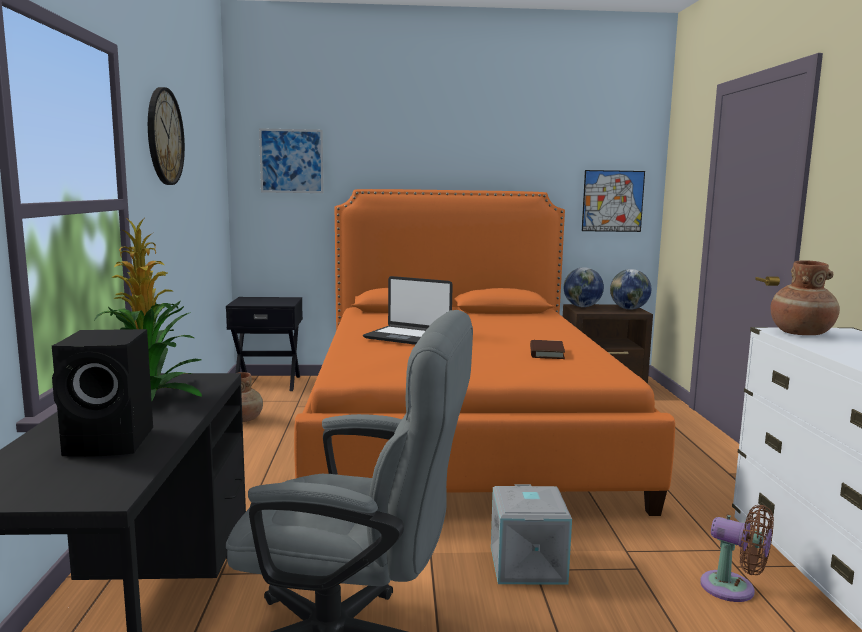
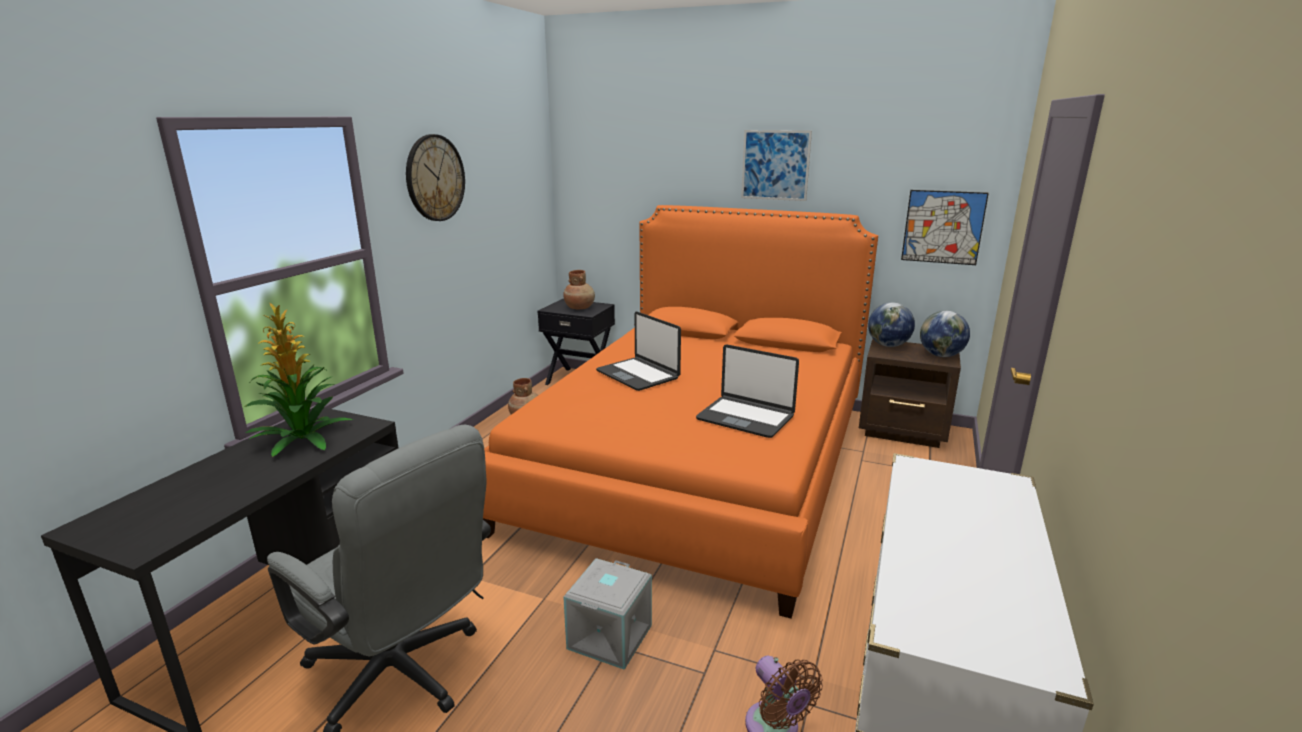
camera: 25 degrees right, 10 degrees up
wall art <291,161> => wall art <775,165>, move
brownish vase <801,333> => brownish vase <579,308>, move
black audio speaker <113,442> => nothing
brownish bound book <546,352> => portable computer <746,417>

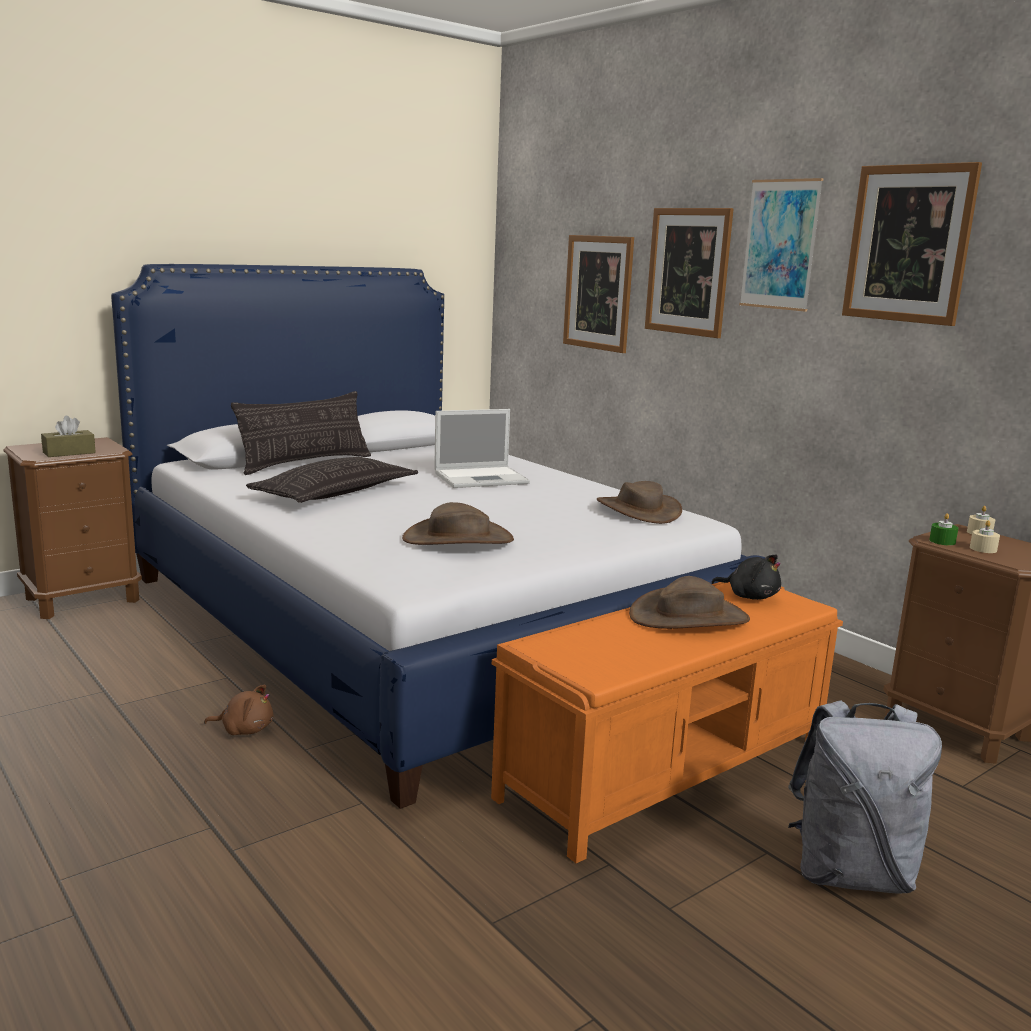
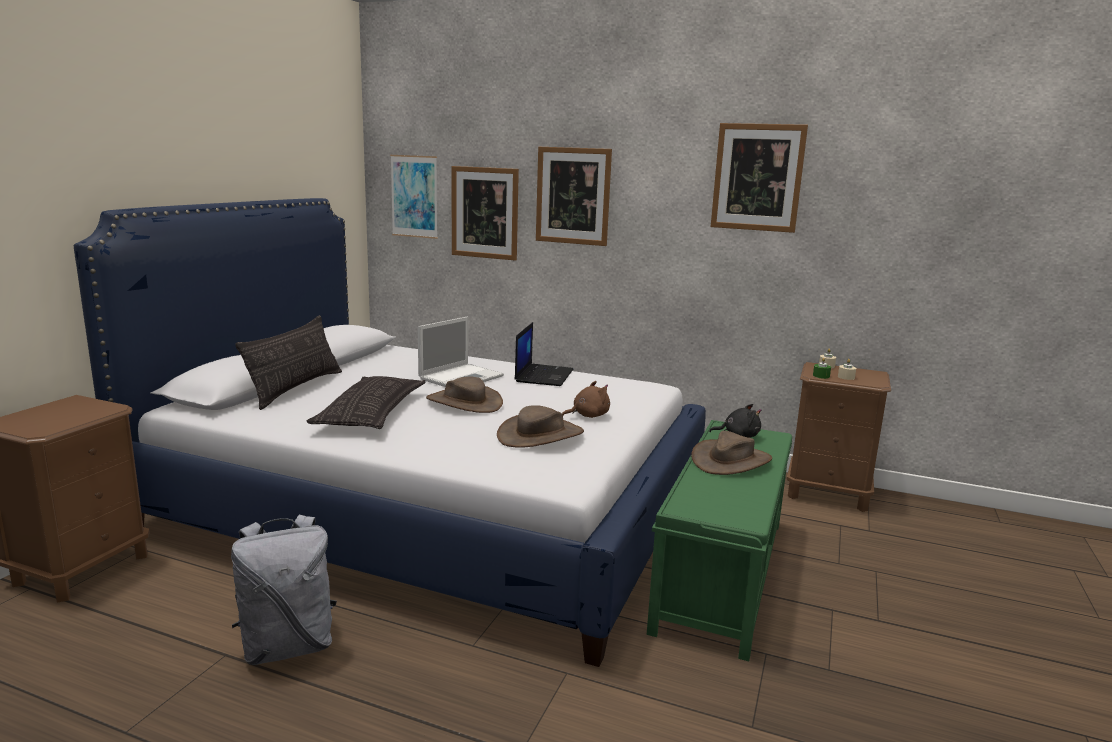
camera: 30 degrees left, 0 degrees up
wall art <780,244> => wall art <414,196>, move
brownish tissue box <69,453> => nothing
brownish wearable hat <638,510> => brownish wearable hat <464,402>, move
orange long seat <668,768> => green-coloured long seat <721,572>
brownish cuddly toy <244,729> => brownish cuddly toy <588,415>, move
grey rucksack <850,873> => grey rucksack <288,646>, move
nothing => portable computer <543,375>

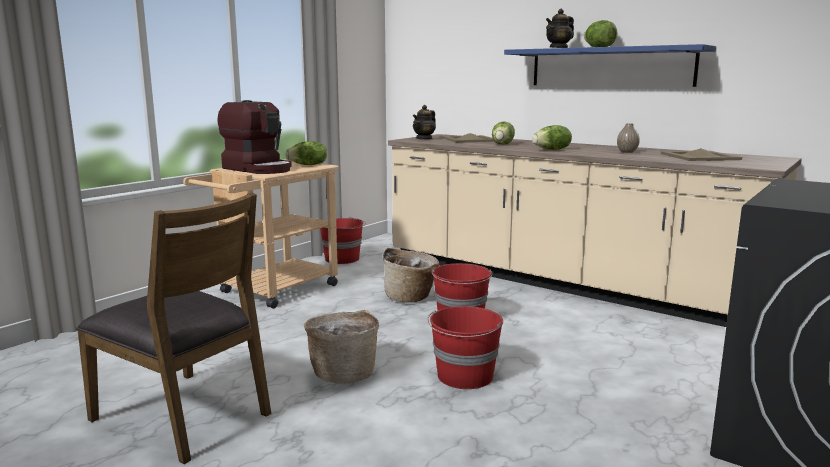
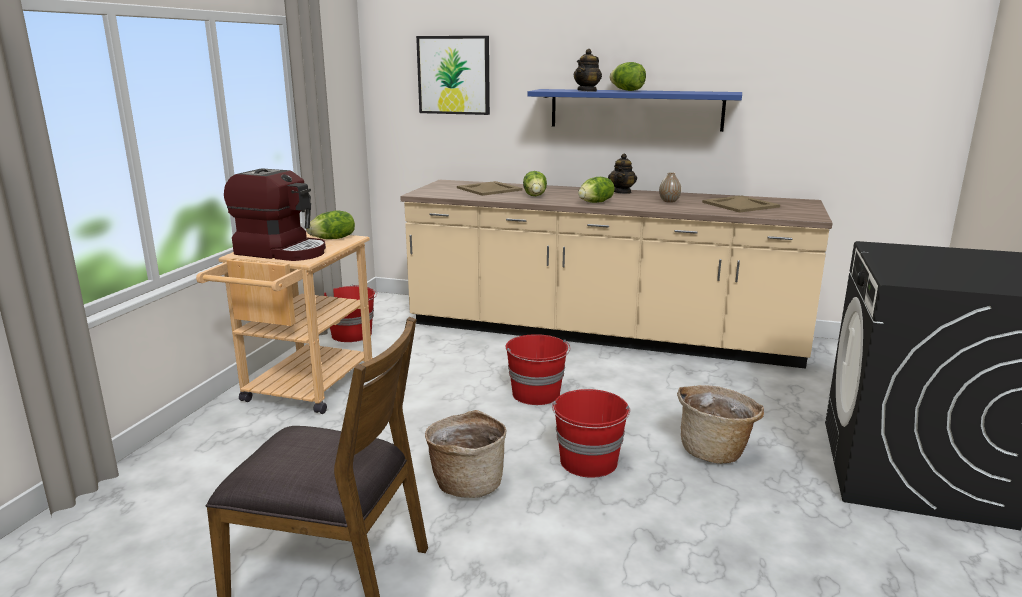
camera: 20 degrees left, 5 degrees up
tea pot <424,139> => tea pot <622,192>, move
household basket <411,297> => household basket <715,450>, move
nothing => wall art <454,75>

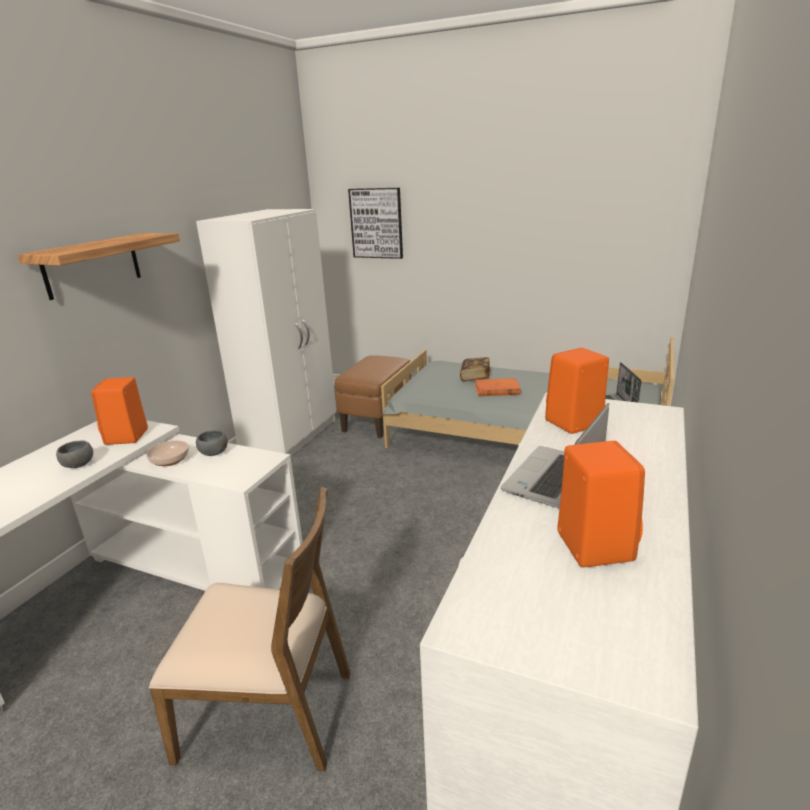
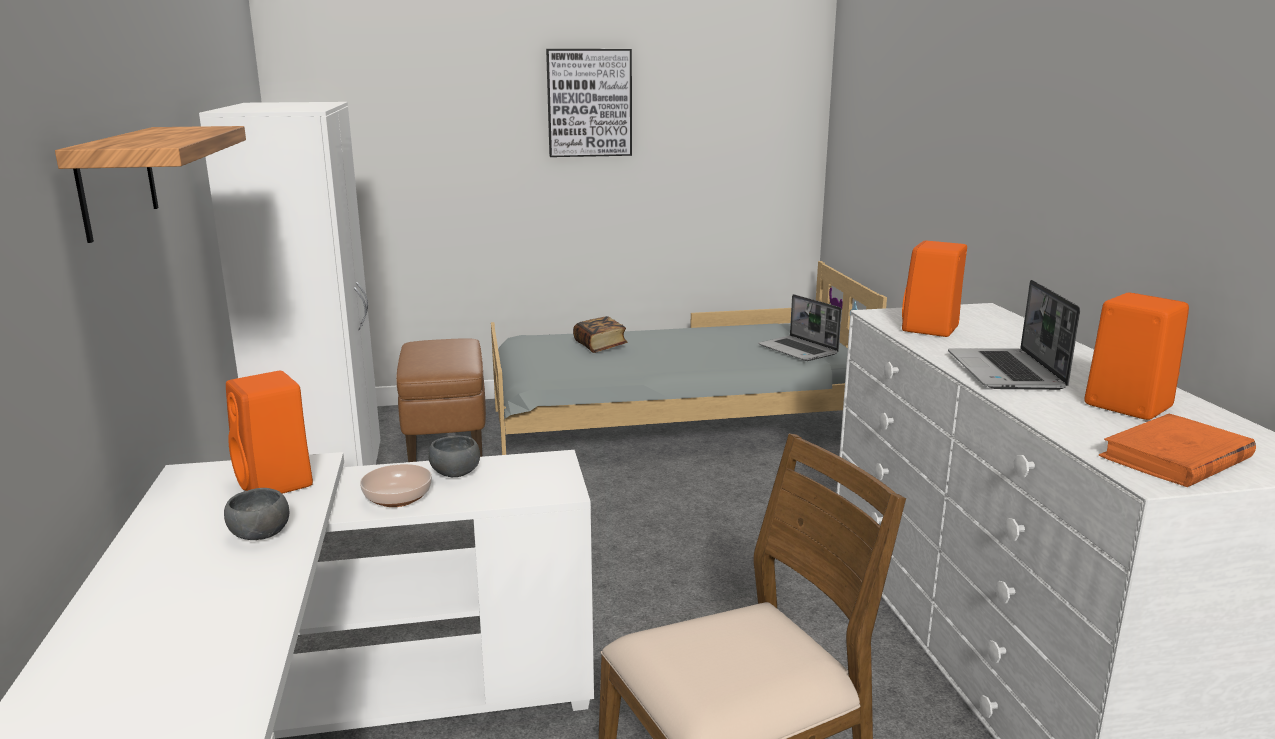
camera: 35 degrees left, 5 degrees down
wall art <376,223> => wall art <589,103>, move
orange bound book <497,390> => orange bound book <1175,458>, move

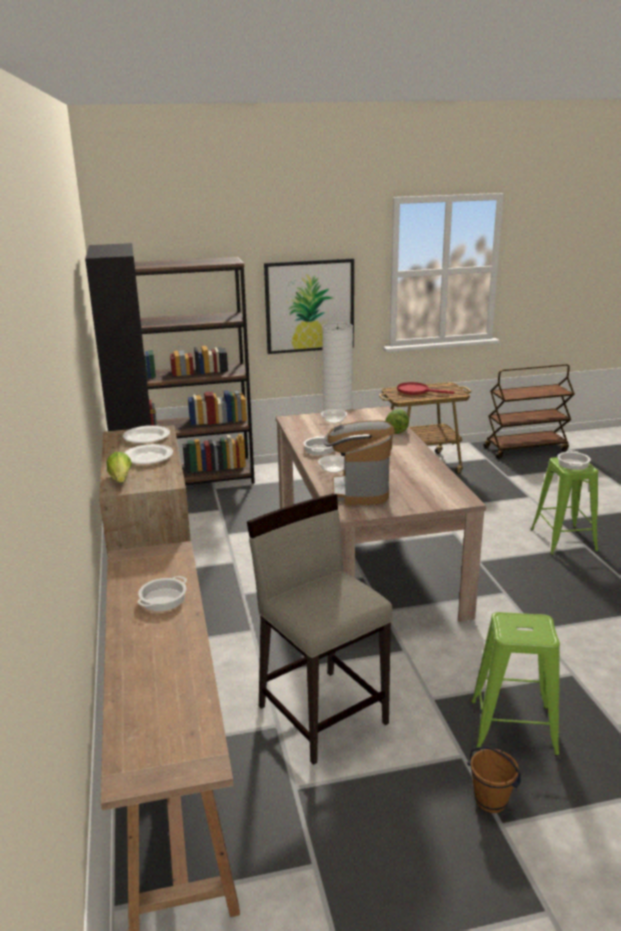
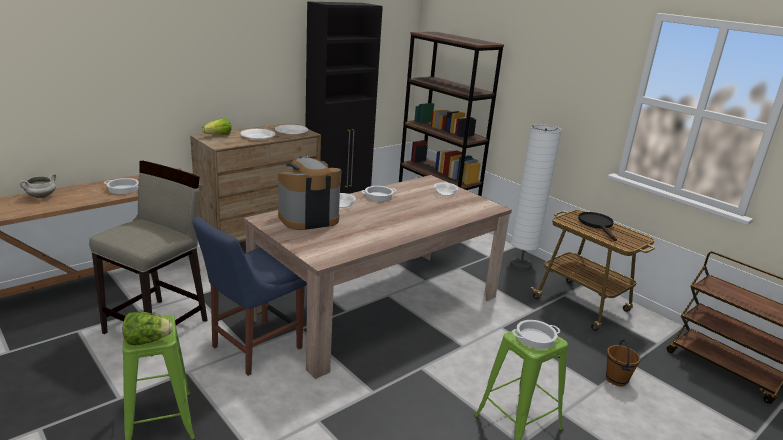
camera: 60 degrees right, 0 degrees up
wall art <309,306> => nothing
red frying pan <417,391> => black frying pan <597,225>
lettuce head <397,430> => lettuce head <147,341>, move
brownish pail <490,801> => brownish pail <616,379>, move
nothing => white-coloured cooking pot <41,197>
nothing => bluish upright chair <253,348>

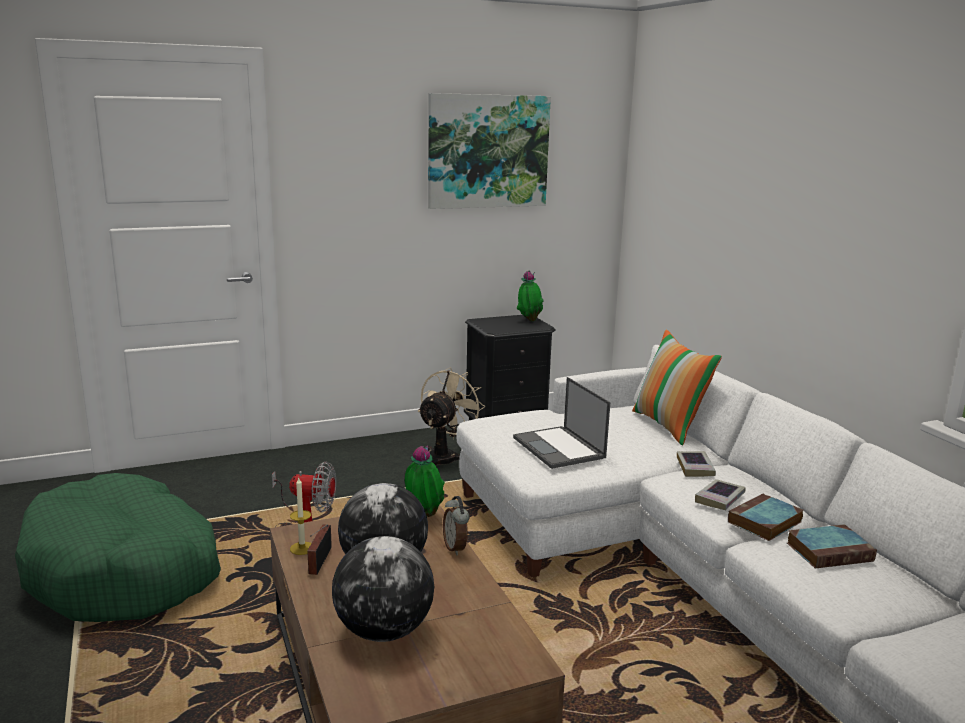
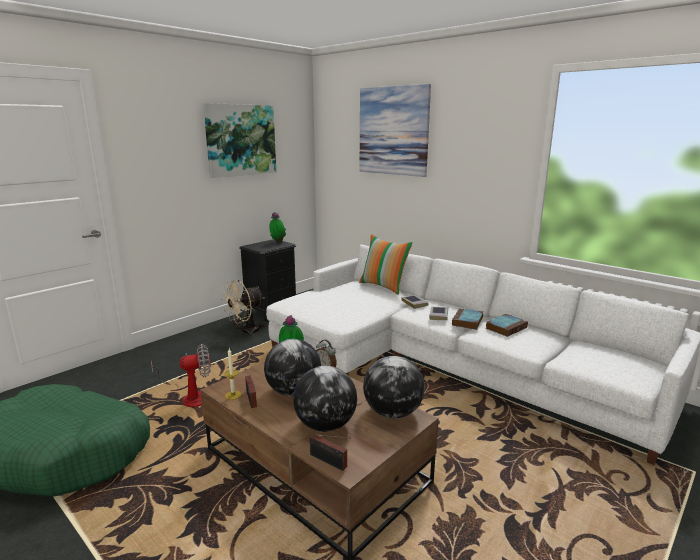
camera: 25 degrees left, 0 degrees up
beige electric fan <445,457> => beige electric fan <246,332>, 135 degrees counterclockwise
portable computer <559,448> => nothing
nothing => wall art <393,131>
nothing => globe <393,413>
nothing => radio <330,462>

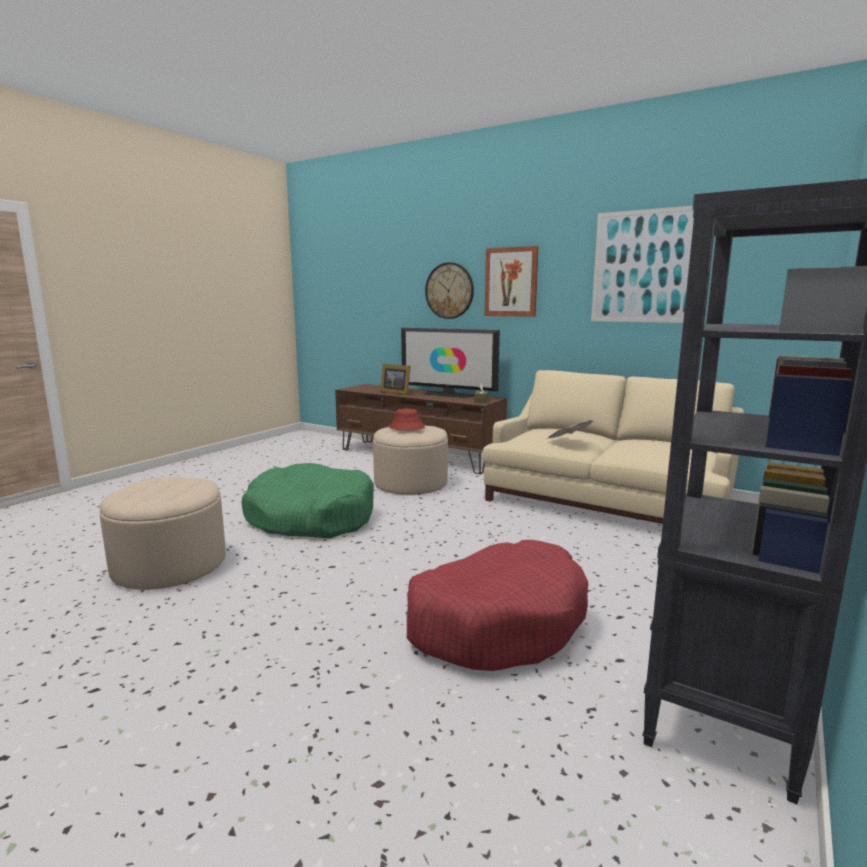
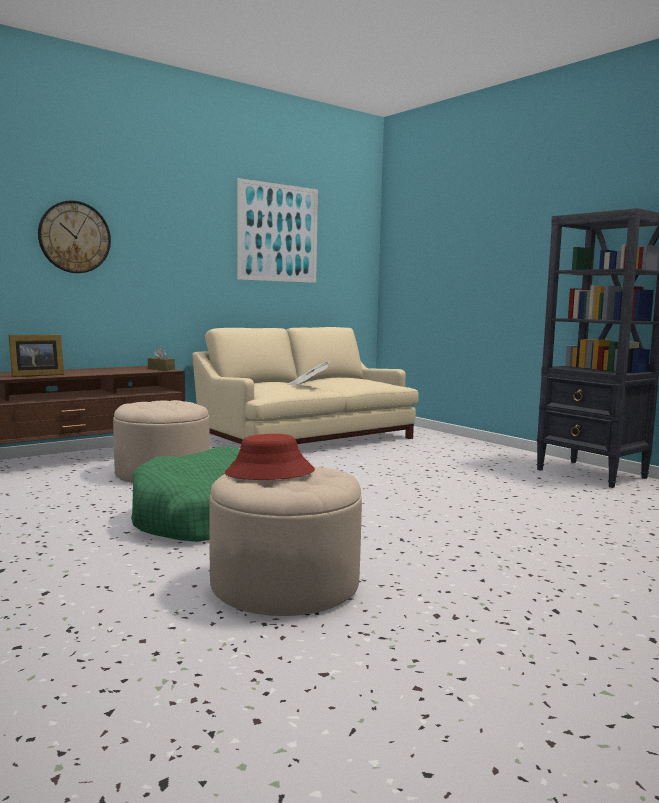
camera: 70 degrees left, 5 degrees down
wall art <511,282> => nothing
TV set <448,394> => nothing
red wearable hat <406,427> => red wearable hat <269,473>, move
red dog bed <497,622> => nothing

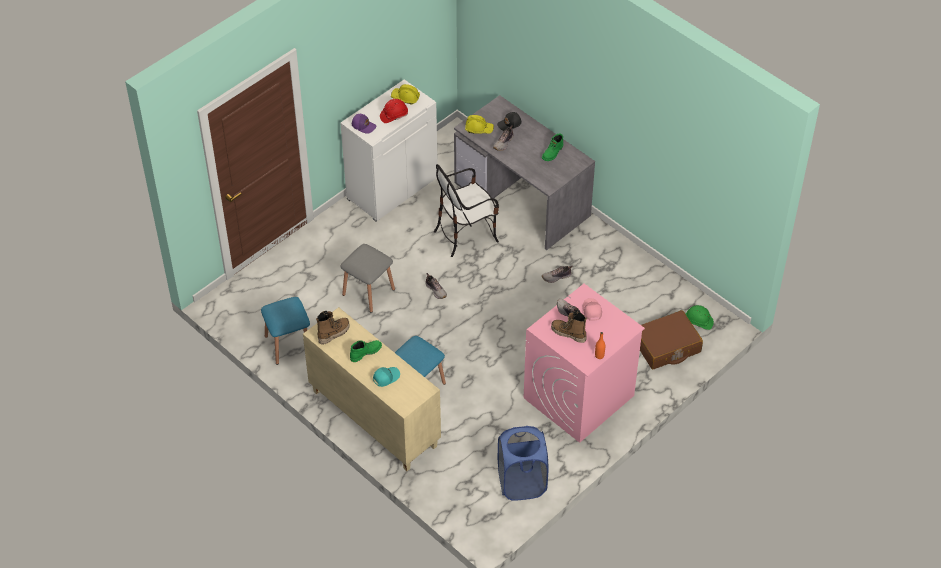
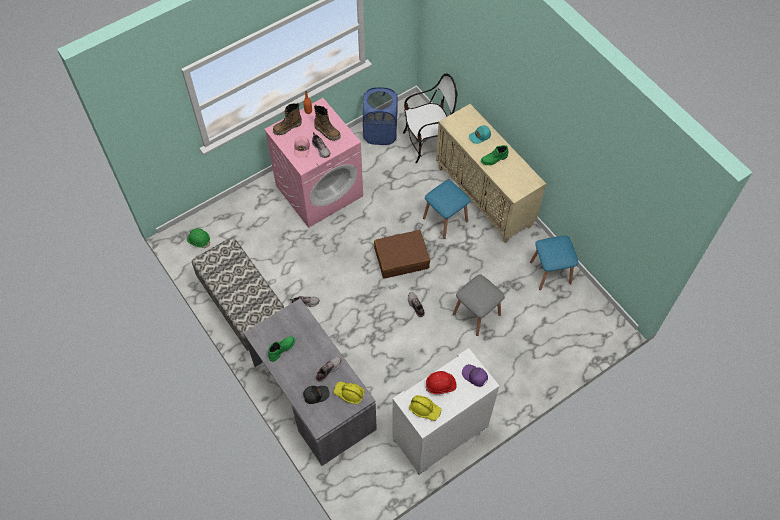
camera: 170 degrees left, 10 degrees up
upright chair <466,234> => upright chair <428,143>, move
brownish travel case <666,346> => brownish travel case <401,258>, move
boot <333,333> => boot <287,128>, move
nothing => long seat <244,307>

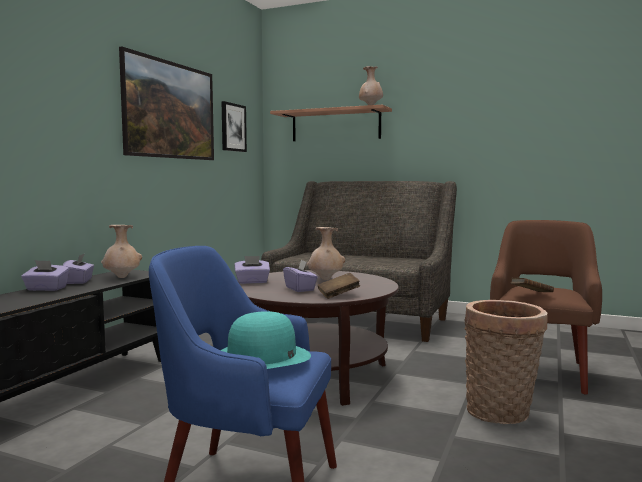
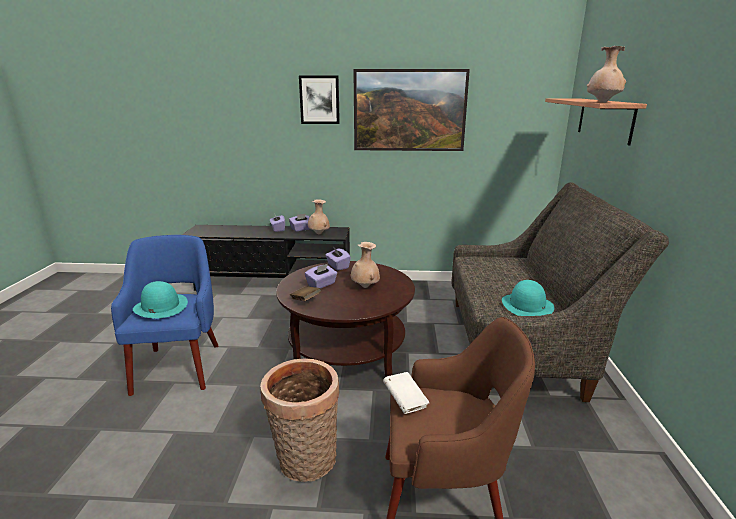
camera: 70 degrees right, 15 degrees up
wall art <233,127> => wall art <319,100>, move
brownish bound book <531,294> => white-coloured bound book <405,401>
nothing => blue-green wearable hat <527,305>

